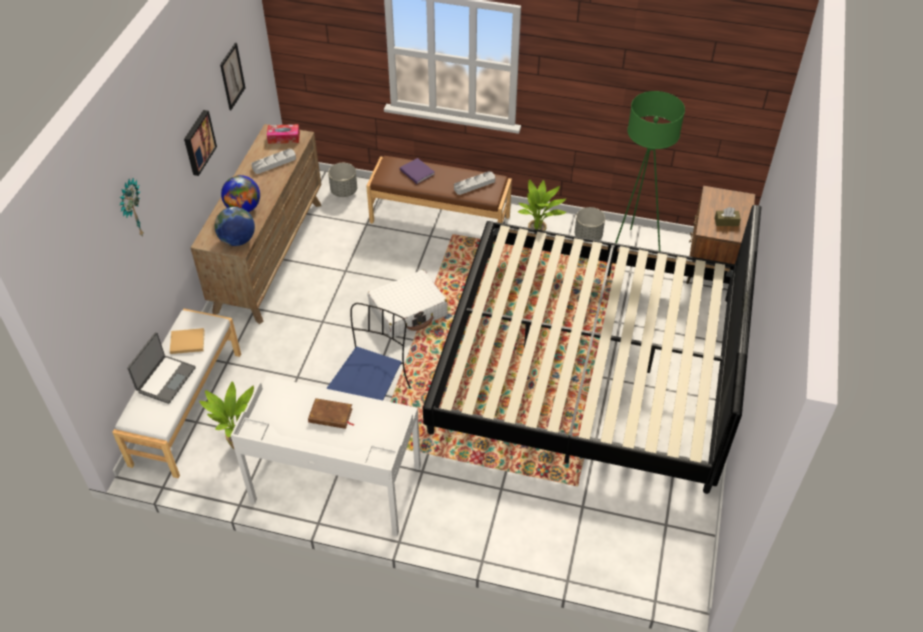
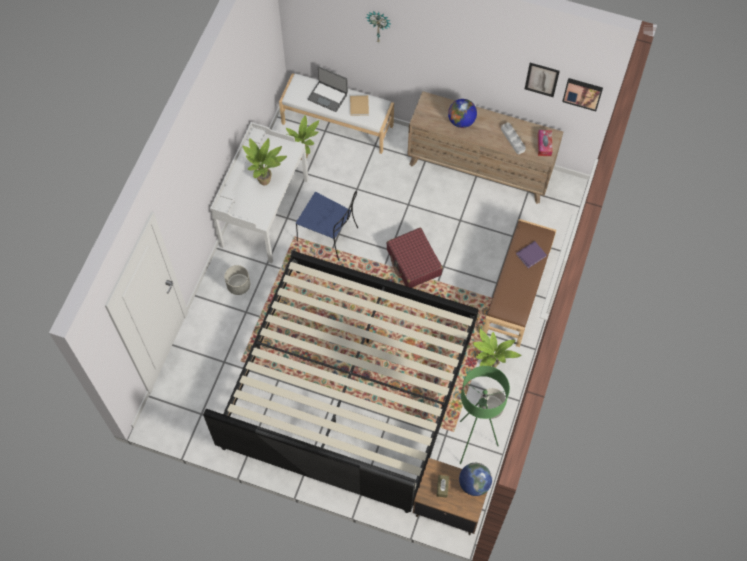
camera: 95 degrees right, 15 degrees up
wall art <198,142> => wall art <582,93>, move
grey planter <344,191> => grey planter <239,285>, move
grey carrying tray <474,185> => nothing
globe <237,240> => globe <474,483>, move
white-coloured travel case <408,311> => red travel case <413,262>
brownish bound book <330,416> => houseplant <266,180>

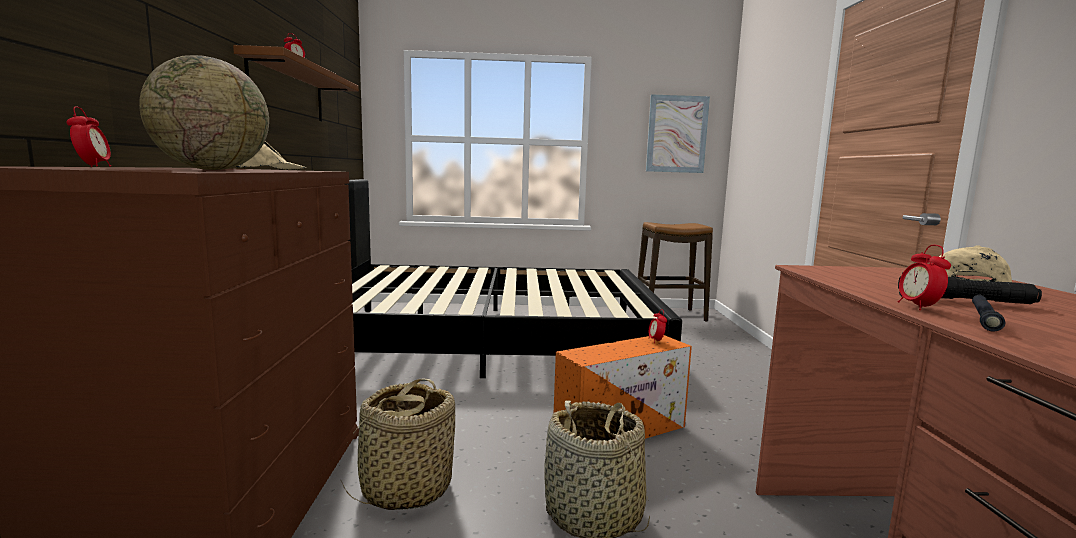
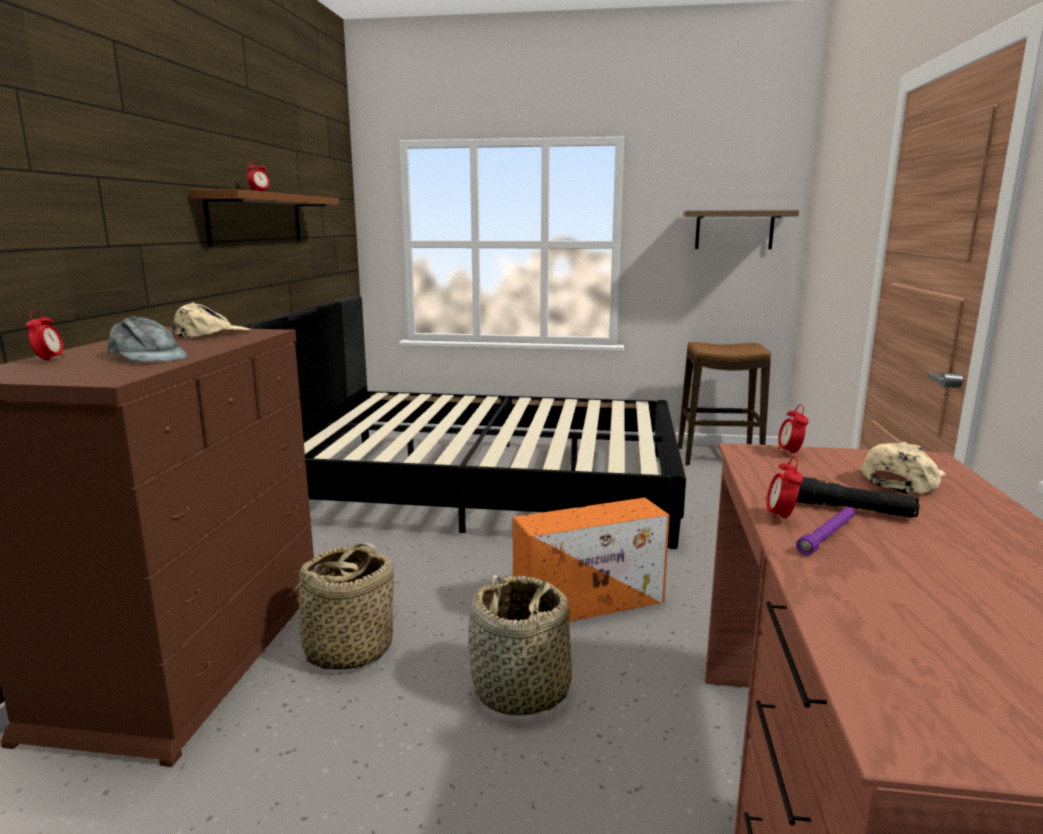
camera: 10 degrees right, 5 degrees up
globe <212,169> => grey cap <148,356>
wall art <677,134> => shelf <734,230>
black flashlight <983,318> => purplish flashlight <827,536>
alarm clock <656,341> => alarm clock <790,453>, move

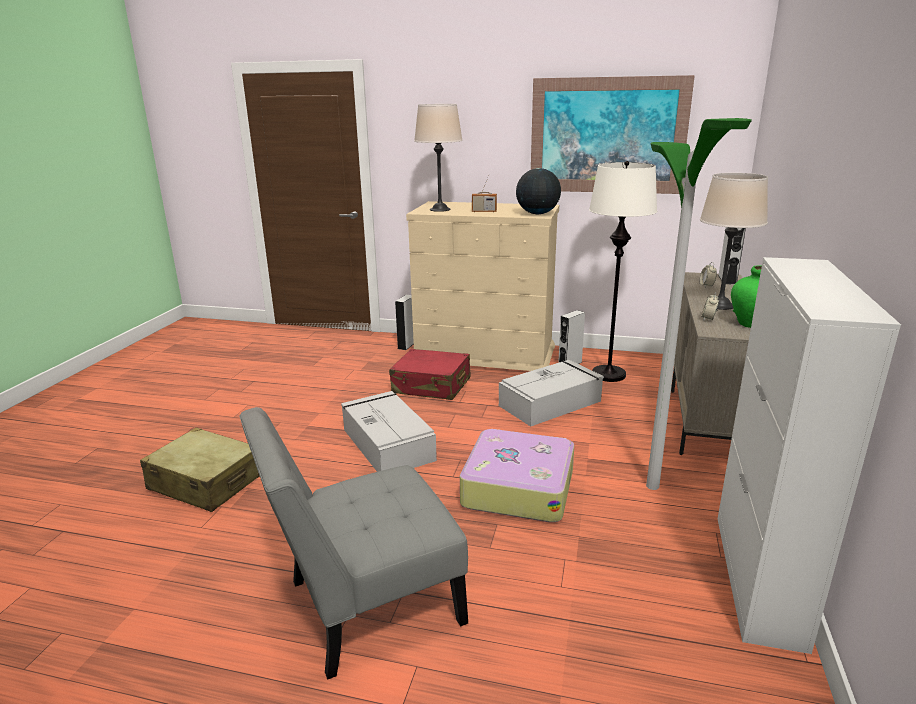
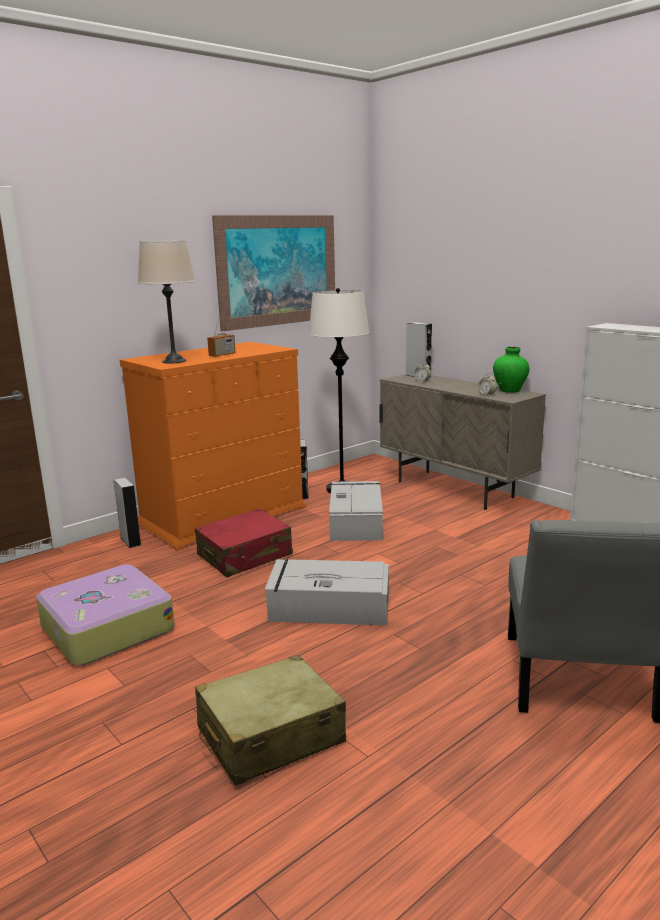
camera: 55 degrees left, 5 degrees down
floor lamp <653,486> => nothing
globe <537,214> => nothing
beige table lamp <720,305> => nothing
beige dresser <485,354> => orange dresser <223,516>
travel case <517,487> => travel case <106,628>, move

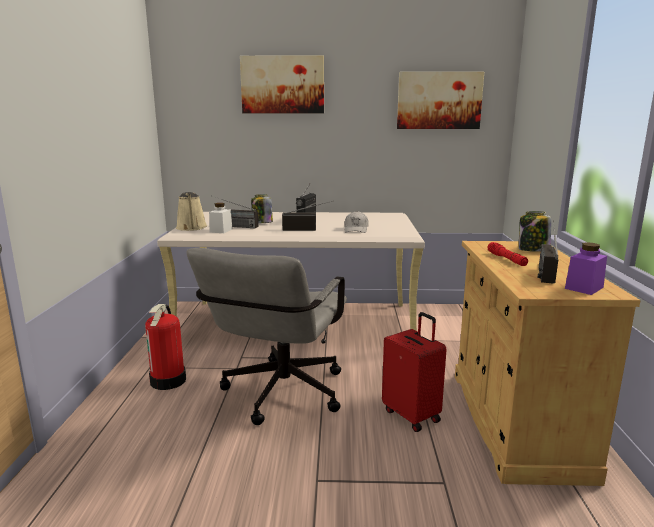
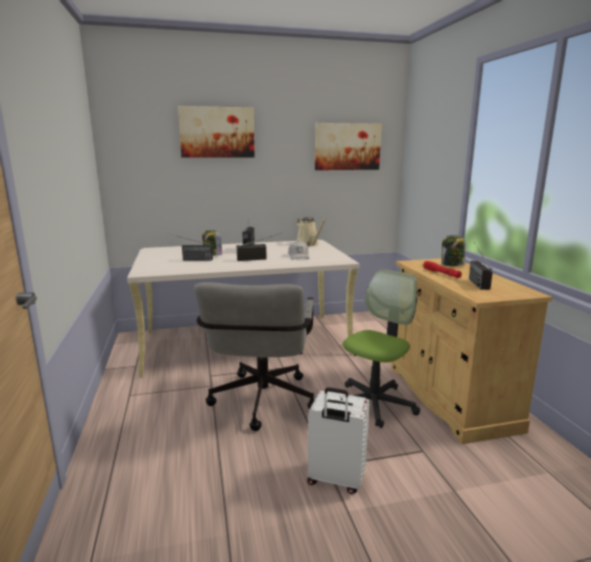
camera: 15 degrees left, 0 degrees up
beige watering can <192,228> => beige watering can <309,244>, move
white-coloured storage jar <221,230> => nothing
purplish storage jar <584,288> => nothing
fire-fighting cylinder <168,381> => nothing
red travel case <412,415> => office chair <374,403>
nothing => white-coloured travel case <335,479>

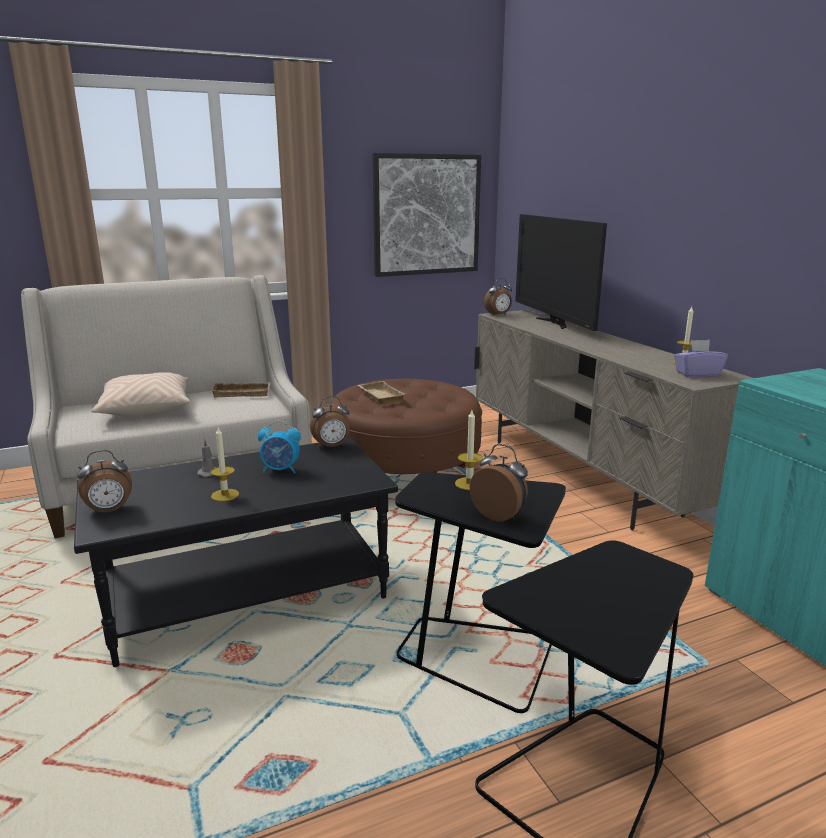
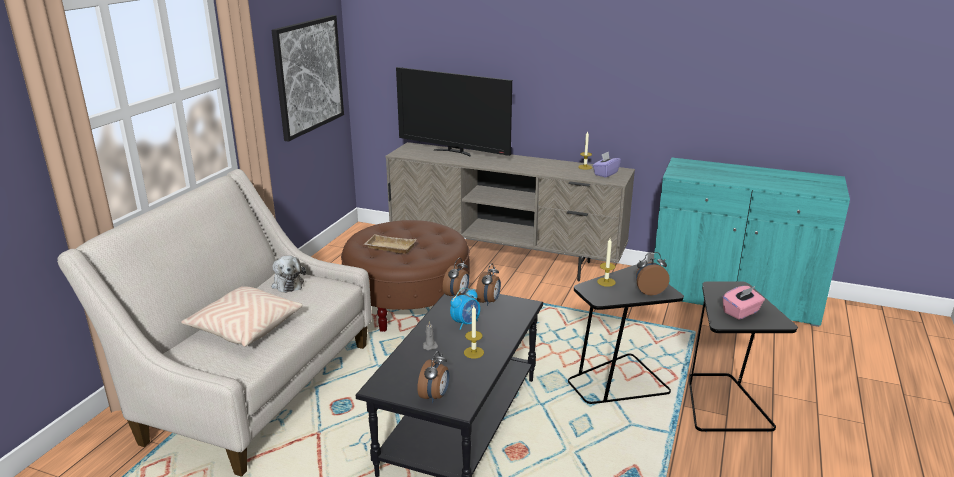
camera: 45 degrees left, 5 degrees up
alarm clock <498,315> => alarm clock <489,301>, move
beige carrying tray <242,393> => cuddly toy <287,283>
nothing => pink tissue box <741,312>

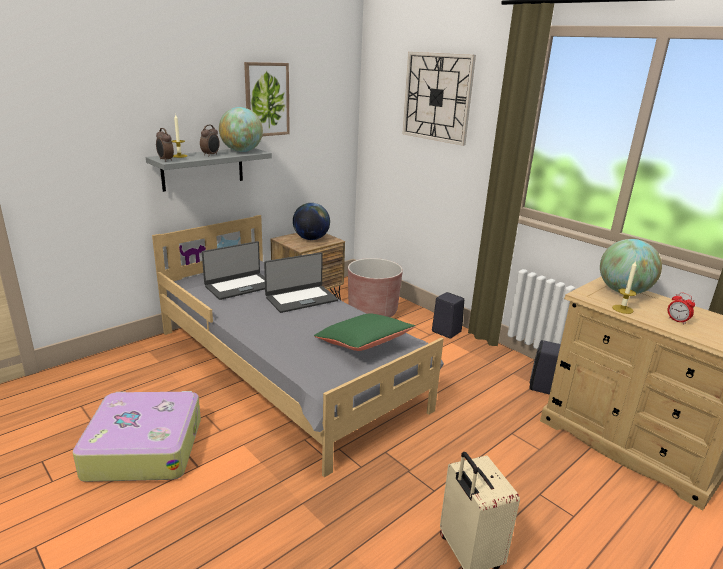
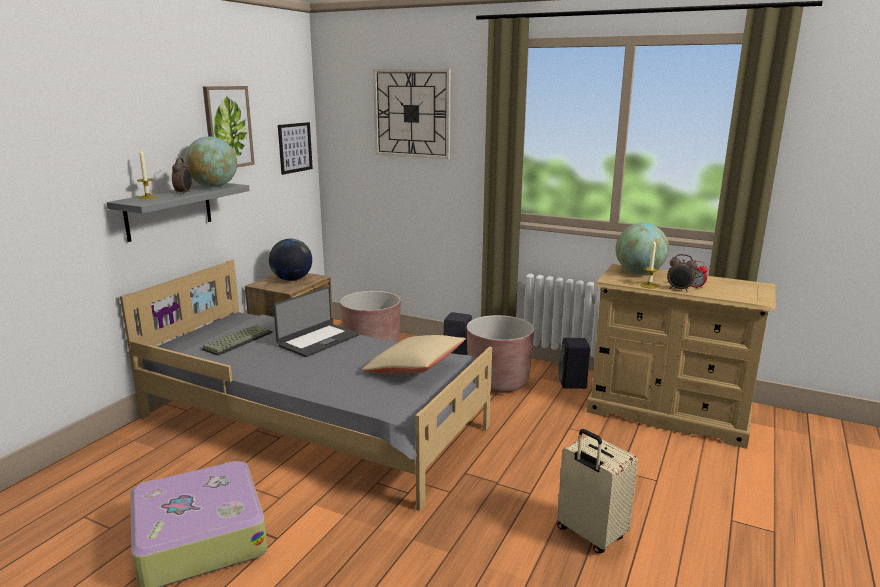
camera: 20 degrees left, 5 degrees down
alarm clock <165,160> => alarm clock <679,289>, move
portable computer <239,286> => keyboard <238,340>
green-coloured pillow <363,344> => beige pillow <414,368>
nothing => wall art <295,147>
nothing => brownish planter <498,382>

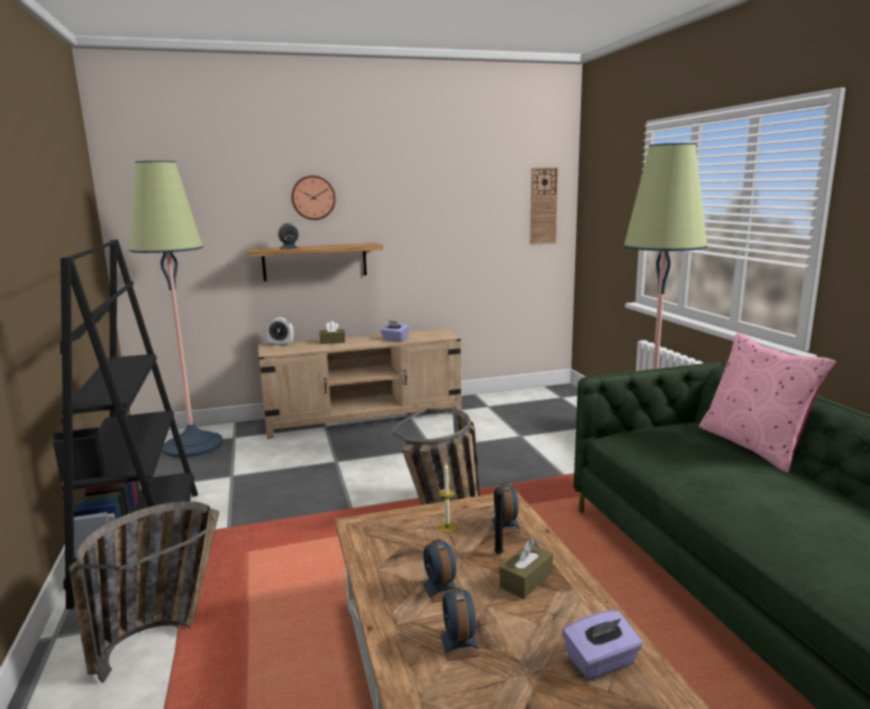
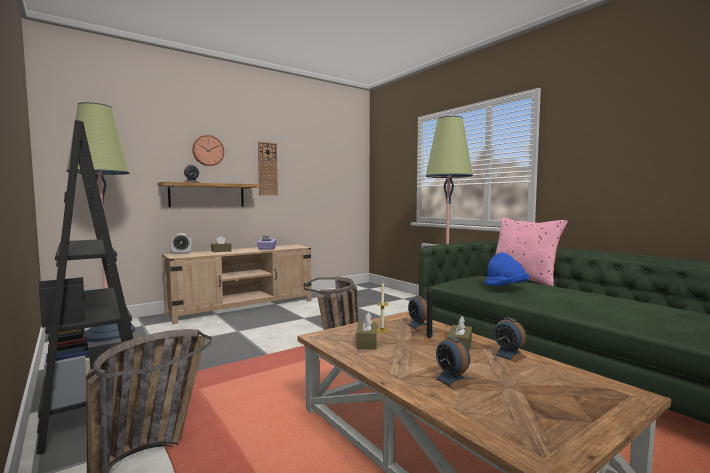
camera: 20 degrees left, 10 degrees down
wall clock <543,206> => wall clock <267,169>, move
alarm clock <440,588> => alarm clock <508,355>, move
purplish tissue box <601,662> => nothing
nothing => bluish wearable hat <505,287>
nothing => brownish tissue box <366,342>

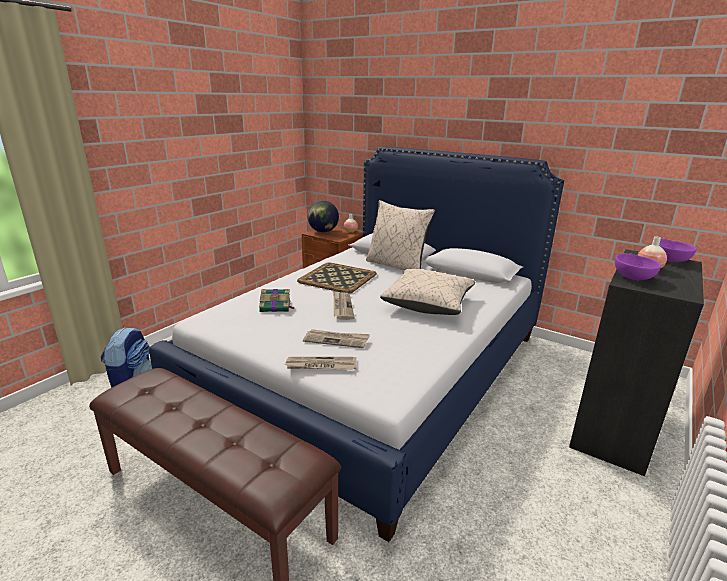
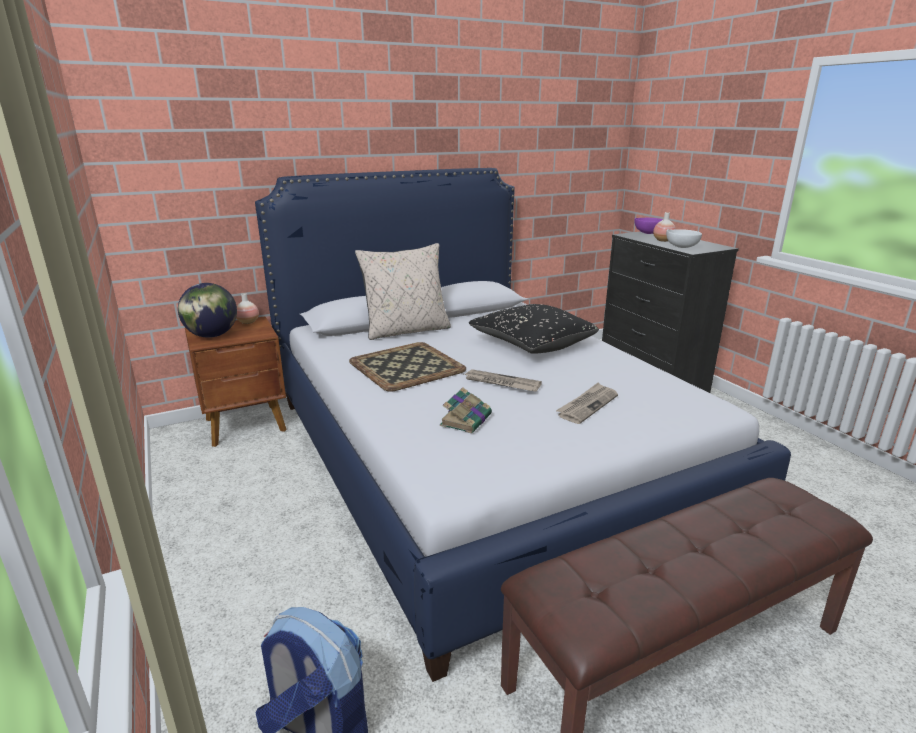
camera: 60 degrees left, 0 degrees up
purplish serving bowl <633,277> => white-coloured serving bowl <681,247>
beige pillow <428,304> => black pillow <532,344>
newspaper <321,365> => nothing

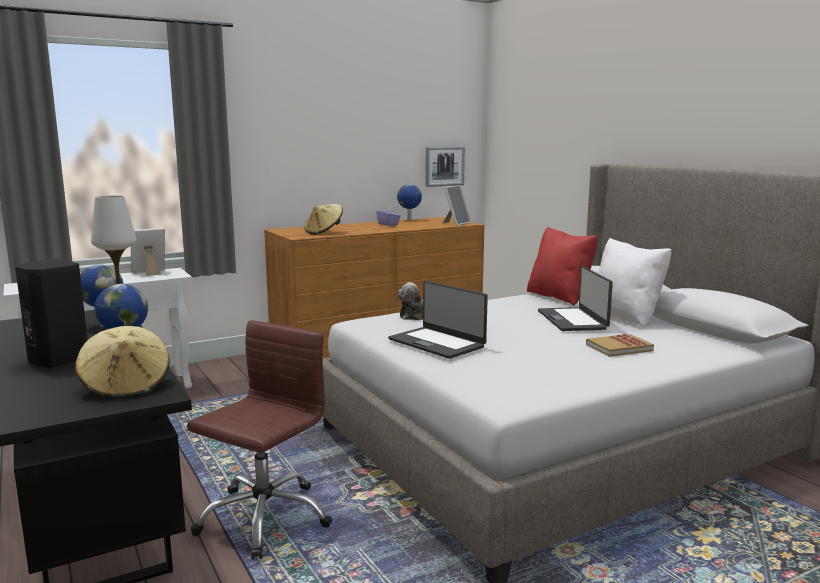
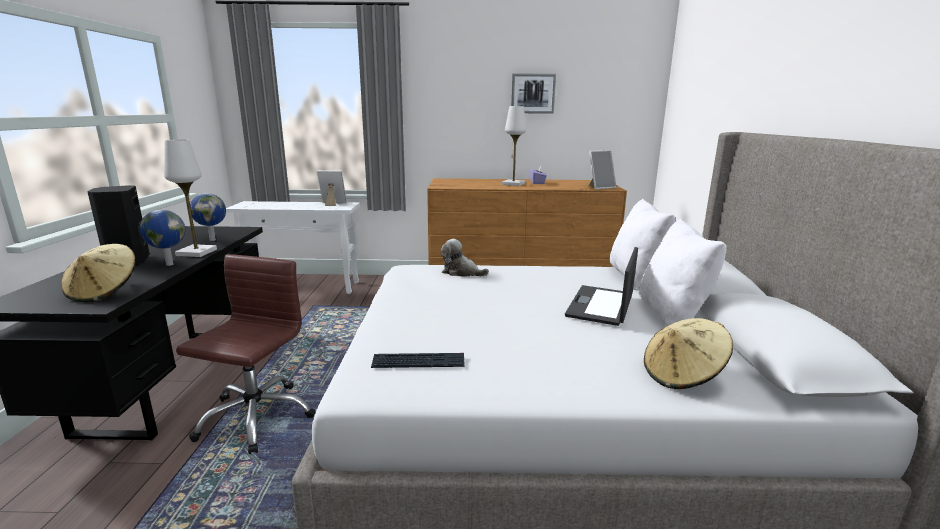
camera: 30 degrees right, 5 degrees up
wall art <444,166> => wall art <533,93>, move
globe <409,220> => nothing
beige wearable hat <324,232> => beige wearable hat <682,375>, move
red pillow <559,297> => white-coloured pillow <636,276>
portable computer <437,343> => nothing
brownish office chair <264,518> => brownish office chair <255,417>, 45 degrees counterclockwise
bound book <619,347> => nothing
nothing => white-coloured table lamp <513,184>
nothing => keyboard <418,362>

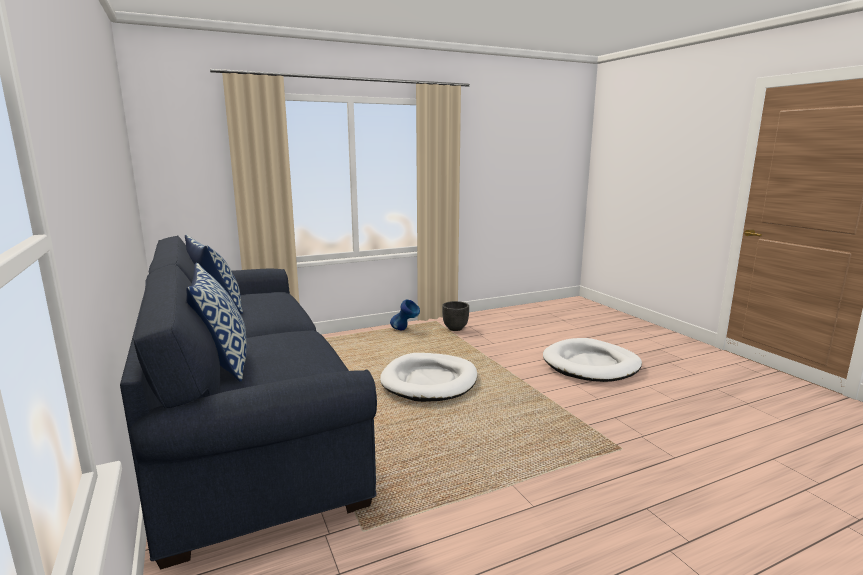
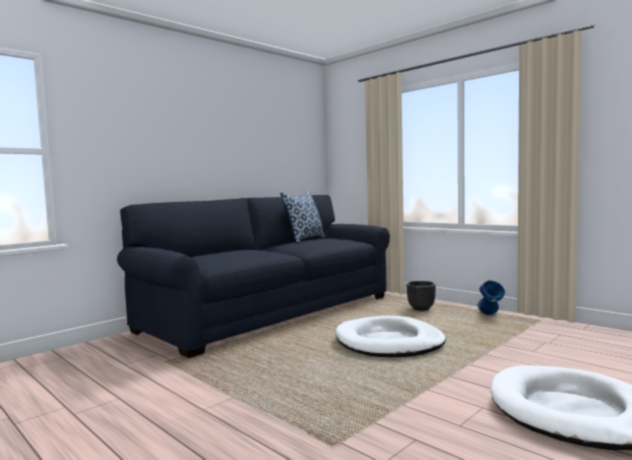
camera: 70 degrees right, 10 degrees down
pillow <223,363> => nothing
black planter <455,328> => black planter <421,309>, move

